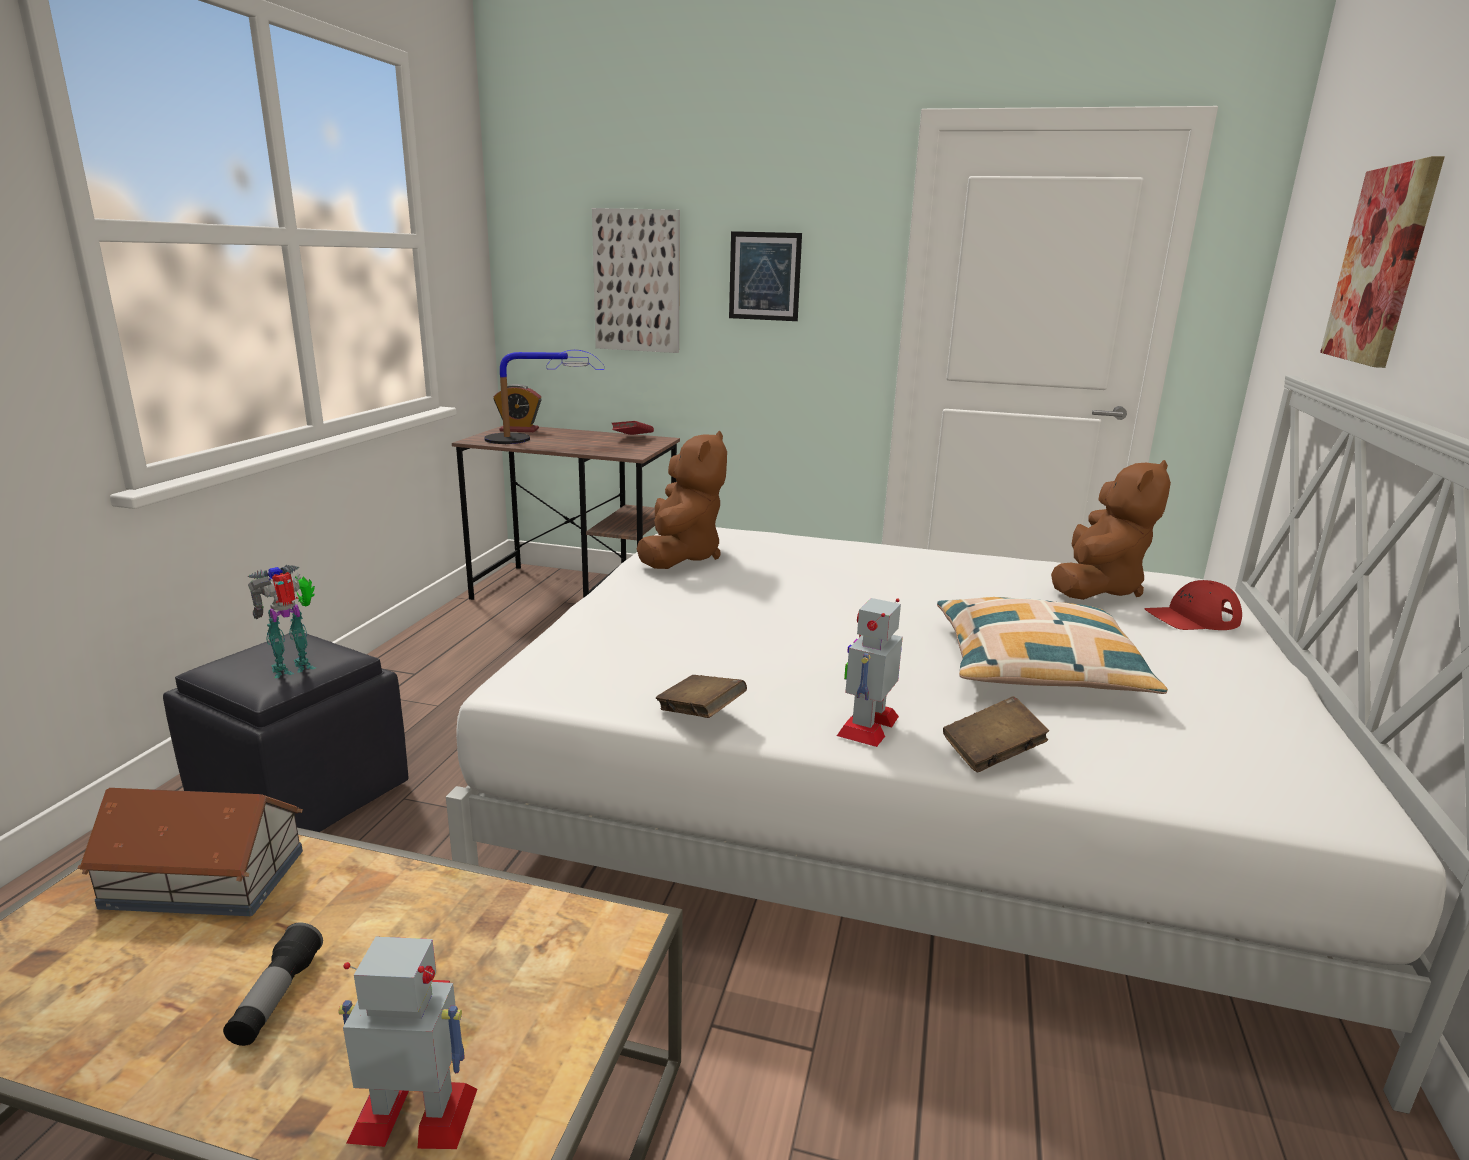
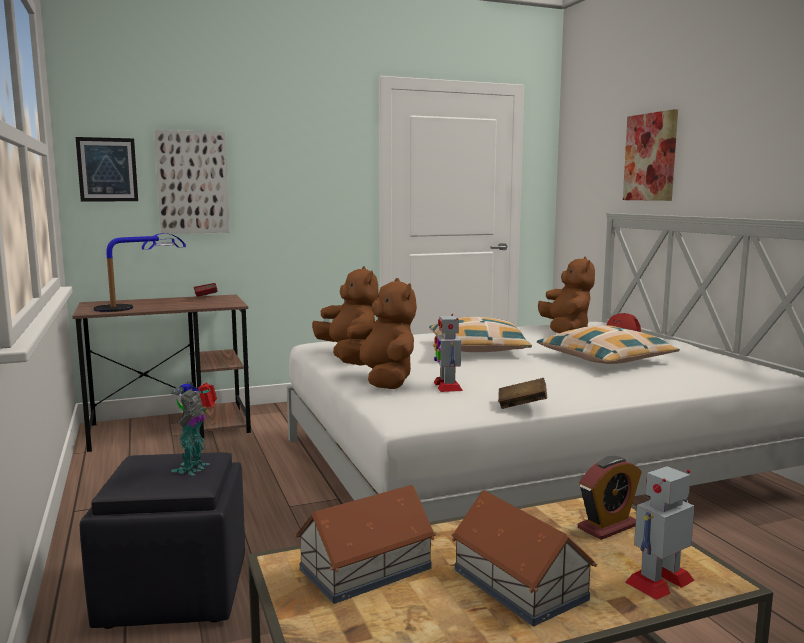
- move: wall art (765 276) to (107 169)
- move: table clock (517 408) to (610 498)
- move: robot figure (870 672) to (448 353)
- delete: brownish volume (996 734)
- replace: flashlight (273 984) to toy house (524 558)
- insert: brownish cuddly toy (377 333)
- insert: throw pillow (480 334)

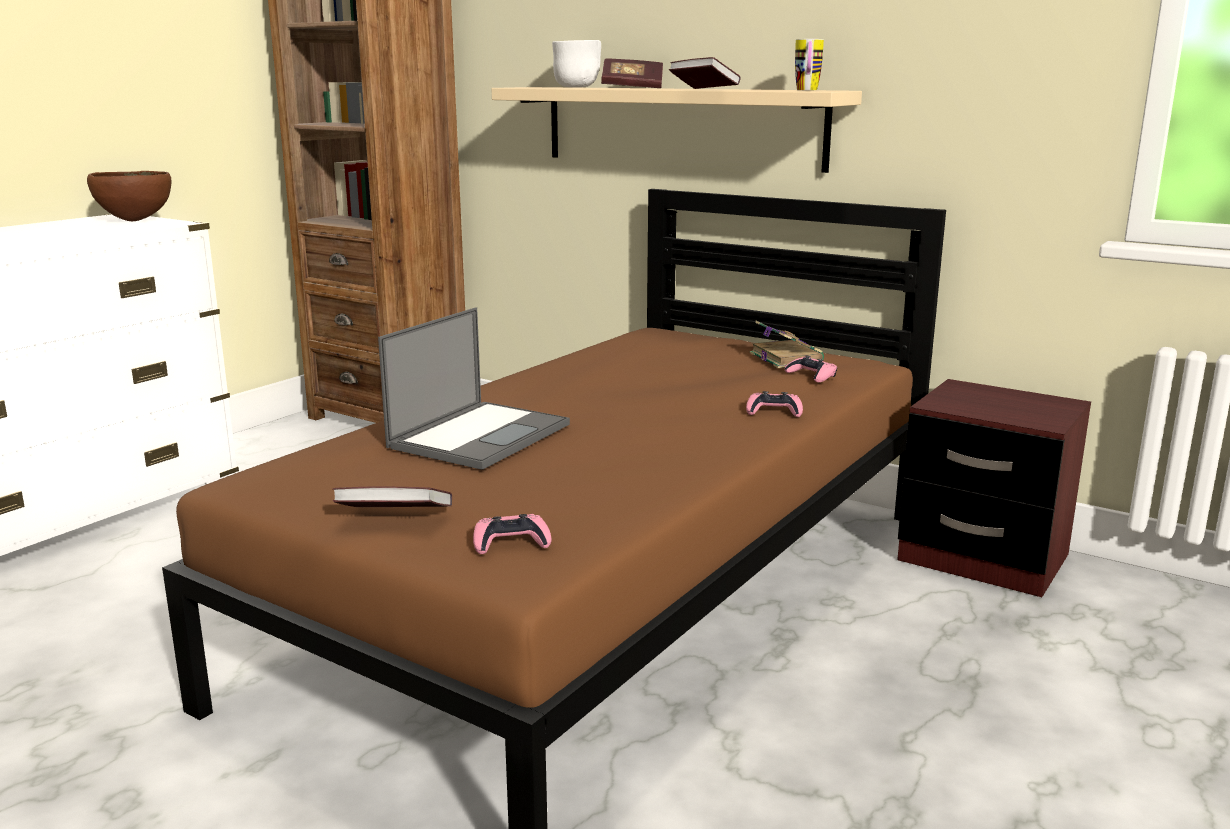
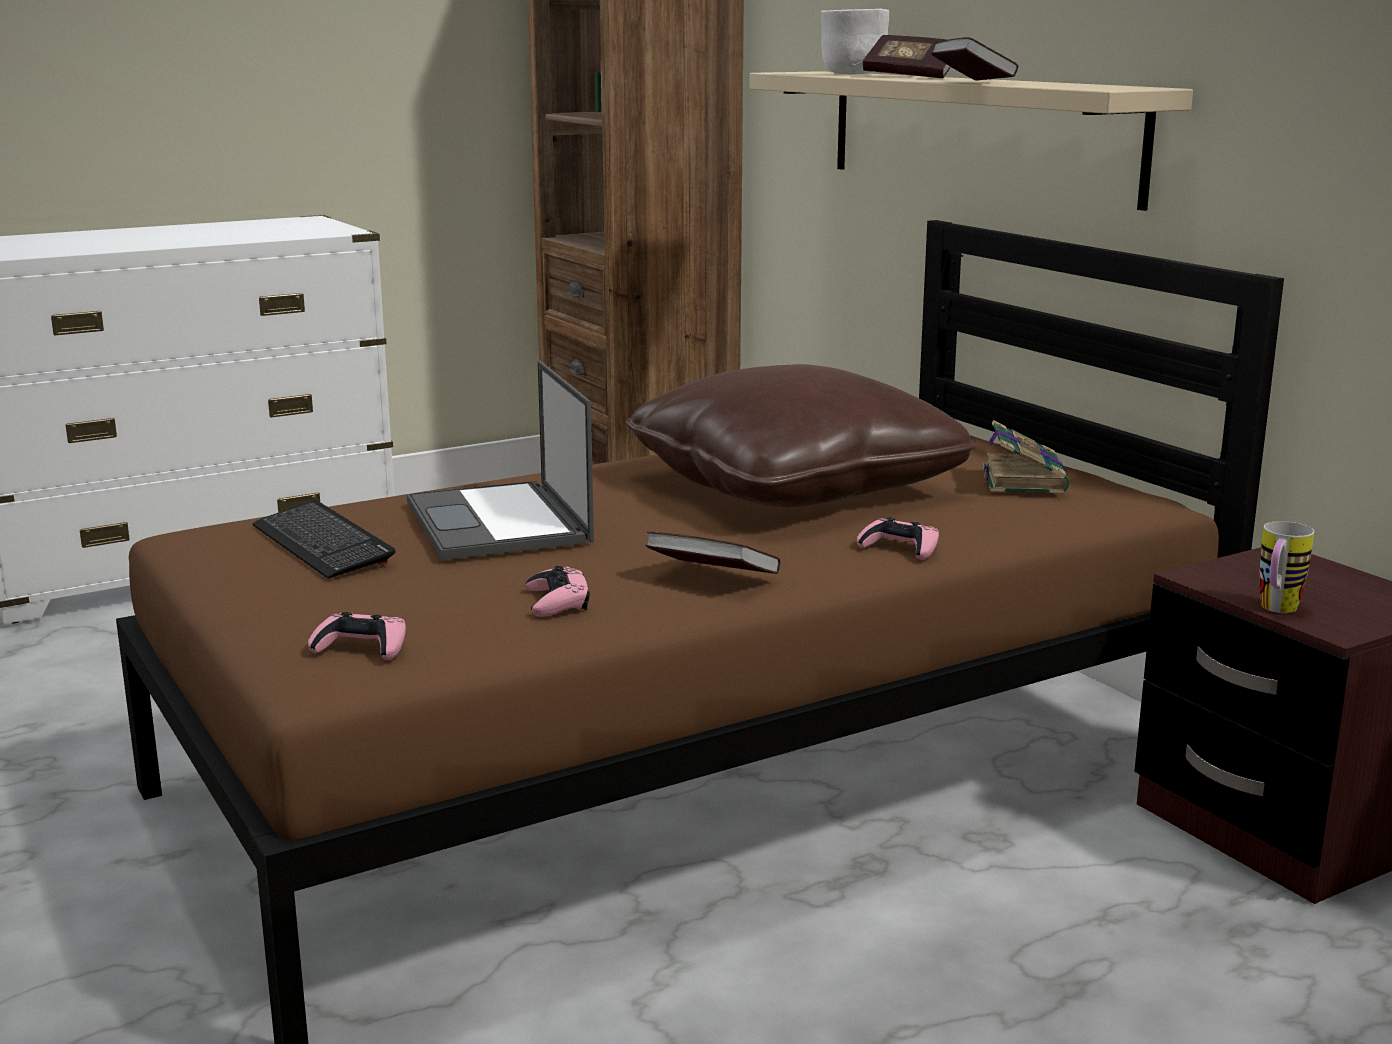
- move: tea mug (809 64) to (1286 567)
- delete: brownish deep dish (129 196)
- rotate: laptop (474 388) = (500 460) 105 degrees clockwise
- move: pinkish gamepad (811 369) to (557 591)
- move: volume (392 496) to (713 553)
- insert: brownish throw pillow (801 435)
- insert: PC keyboard (323 540)

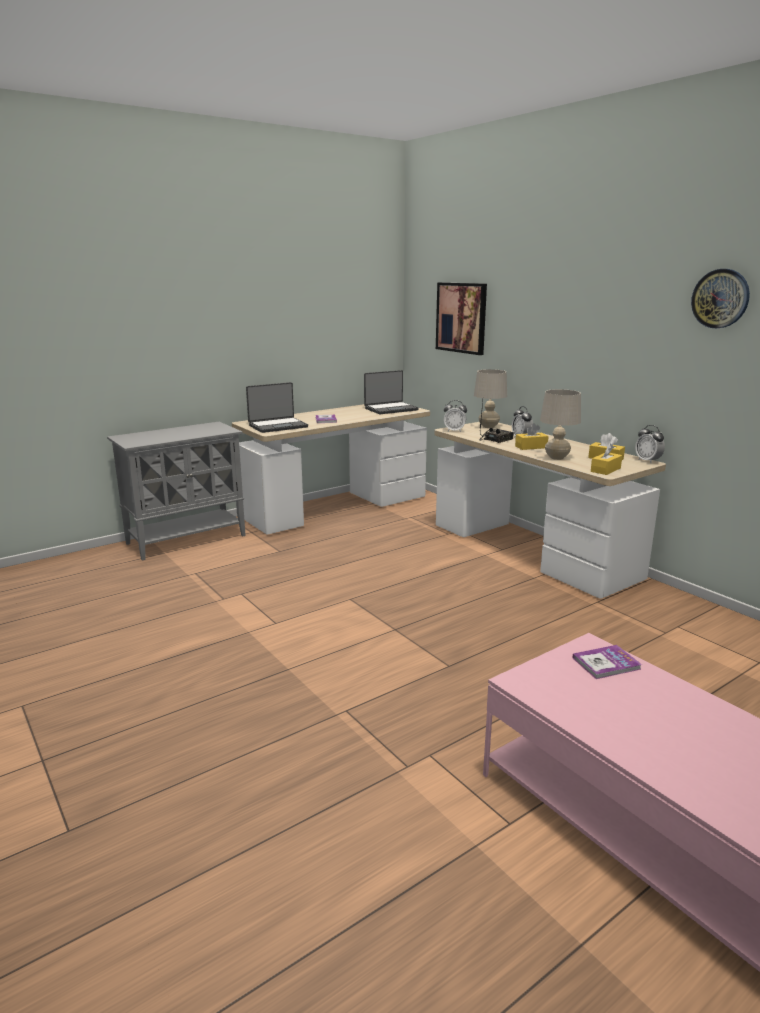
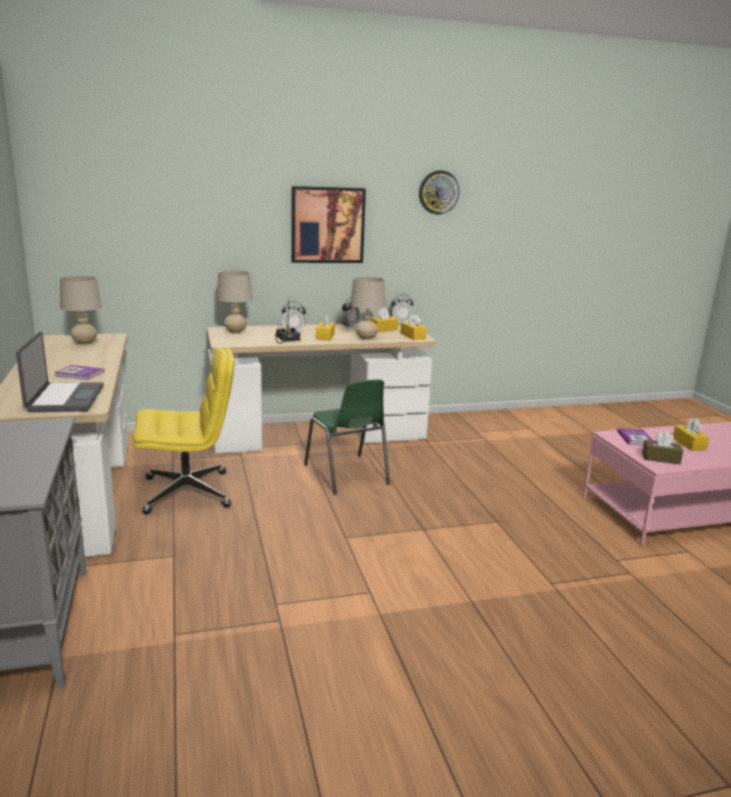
- move: wall art (461 318) to (328 224)
- replace: laptop (391 392) to beige-coloured tabletop lamp (81 310)
- move: table clock (455 416) to (350 313)
- insert: yellowish desk chair (183 431)
- insert: greenish chair (347 437)
- insert: yellowish tissue holder (691 434)
- insert: brownish tissue holder (662 447)

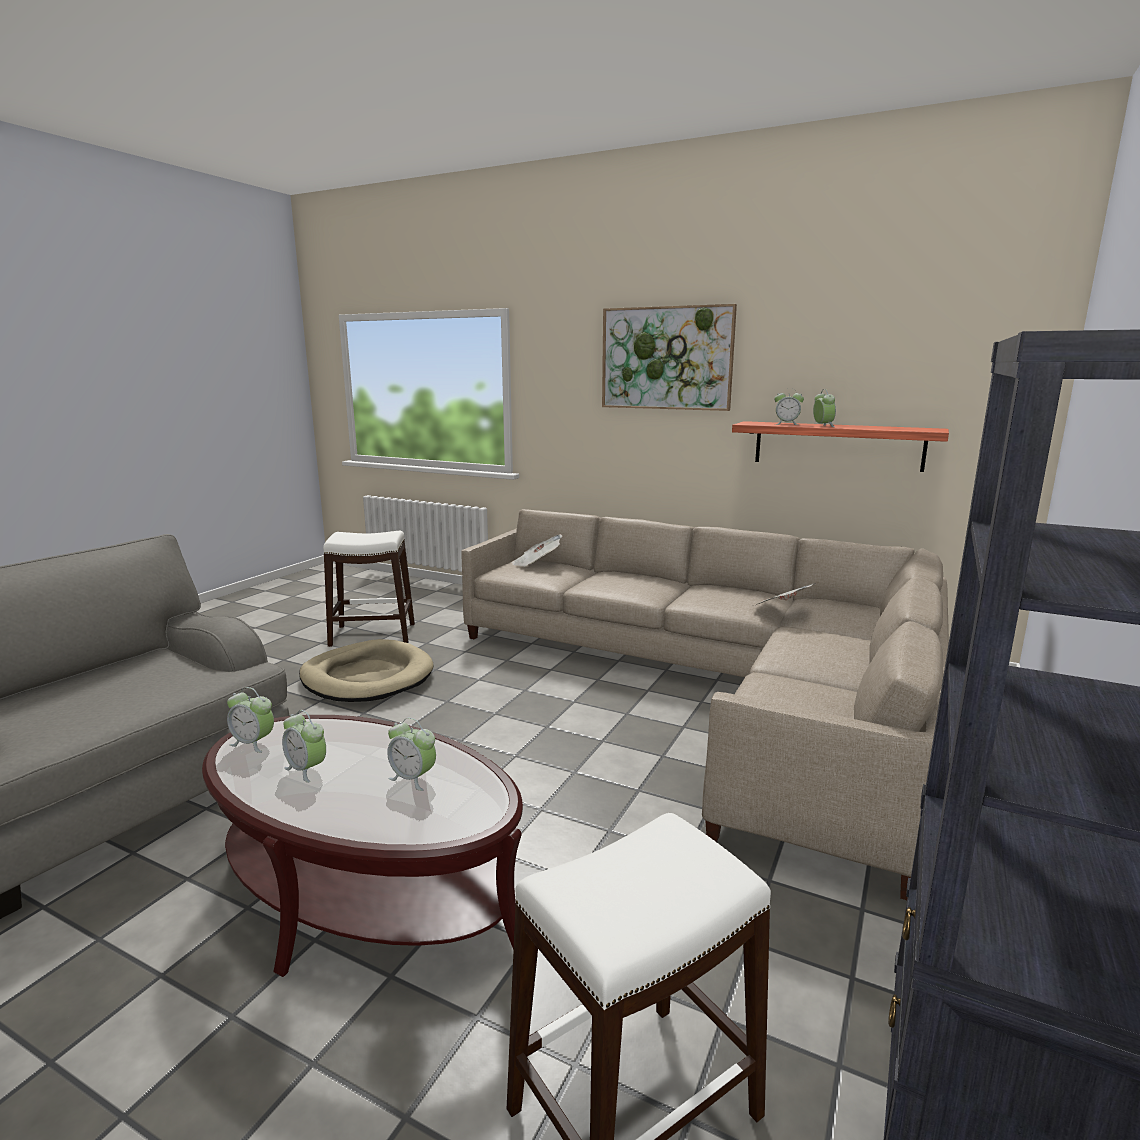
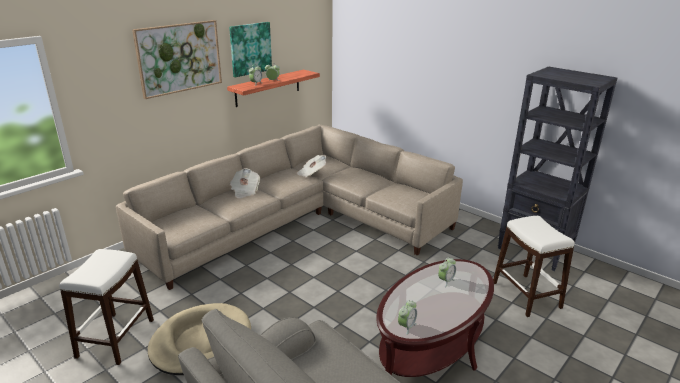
- move: newspaper (537 550) to (245 183)
- delete: table clock (304 746)
- insert: wall art (250 49)

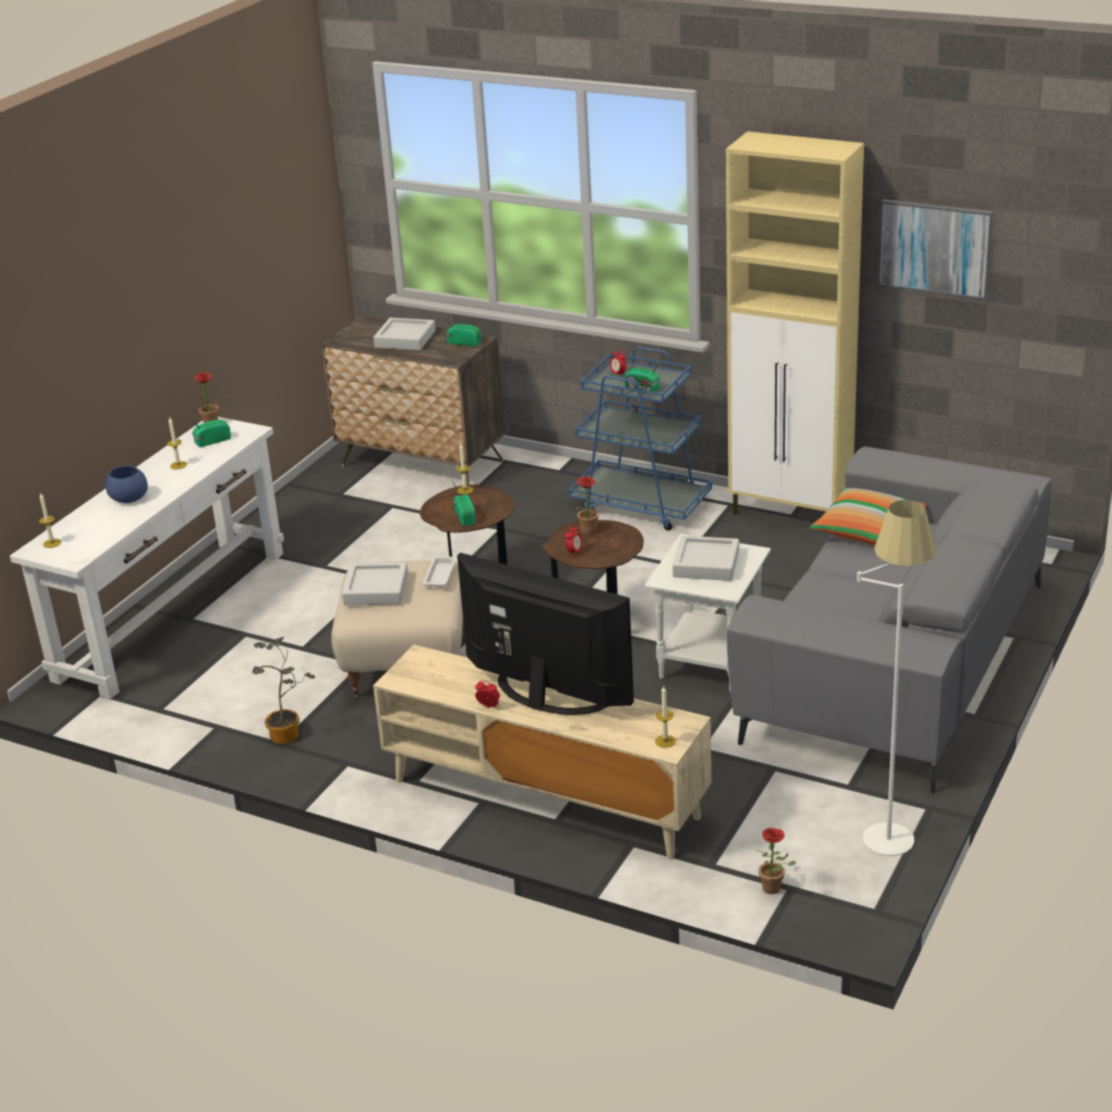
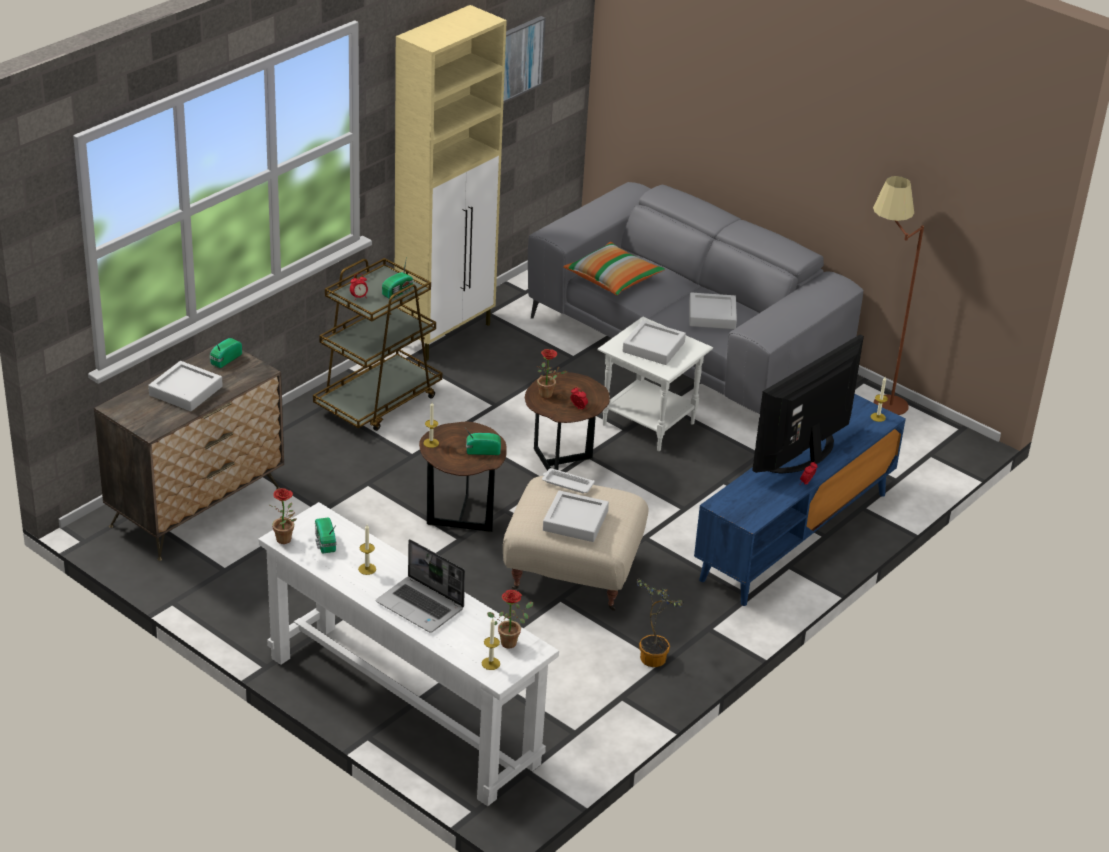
- recolor: blue trolley (640 439) to brownish trolley (377 344)
- replace: blue deep dish (126 484) to laptop (420 586)
- recolor: whitish standing lamp (896 678) to brownish standing lamp (898 295)
- recolor: beige-coloured media console (542 752) to blue media console (800 500)
- move: houseplant (776 861) to (510 619)
- insert: gray serving tray (713 310)

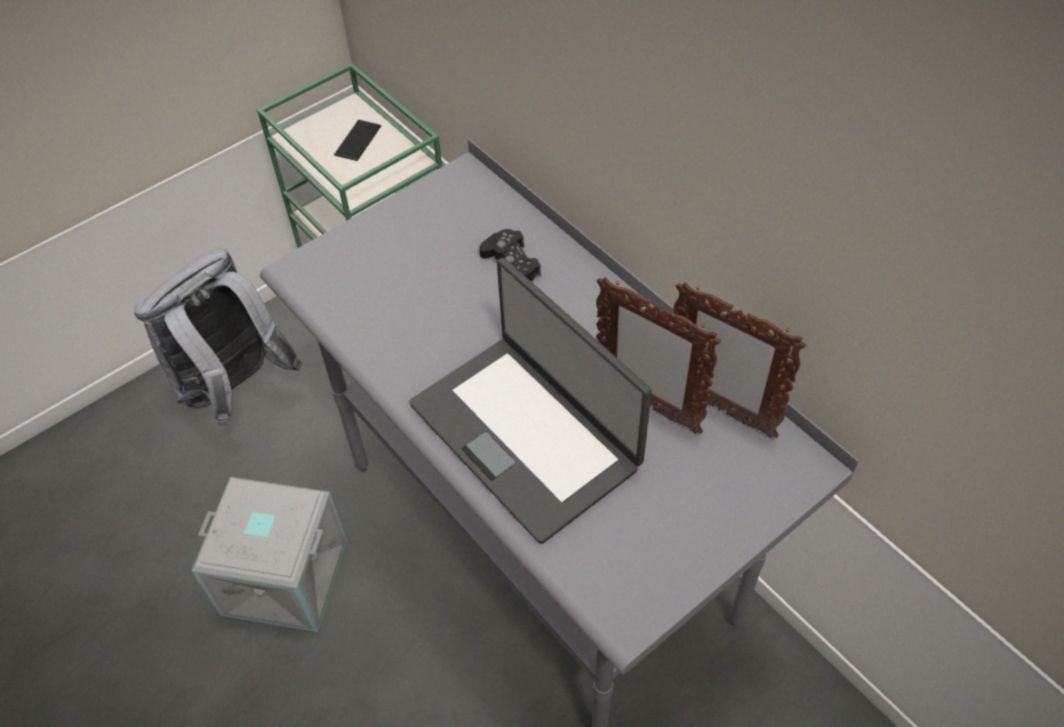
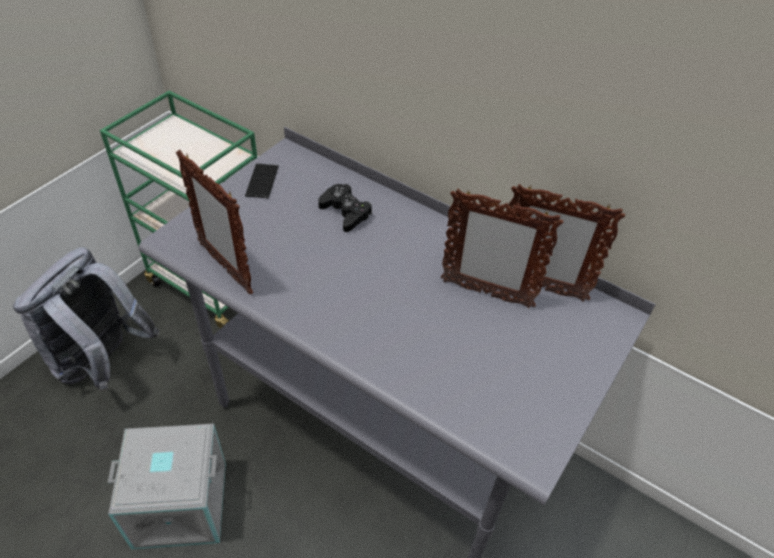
- move: phone (357 140) to (262 181)
- delete: laptop (530 401)
- insert: picture frame (214 222)

